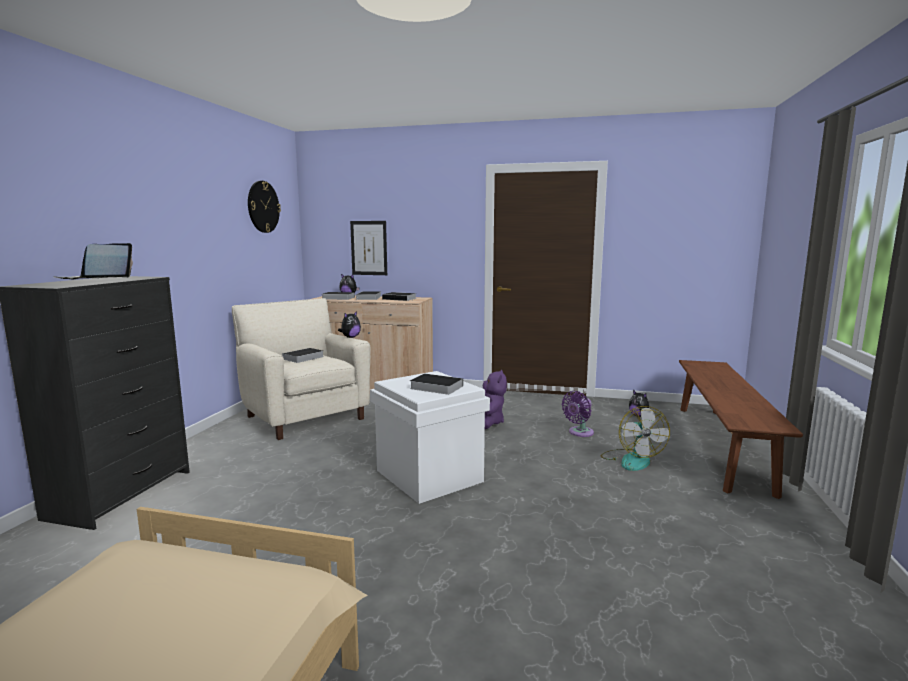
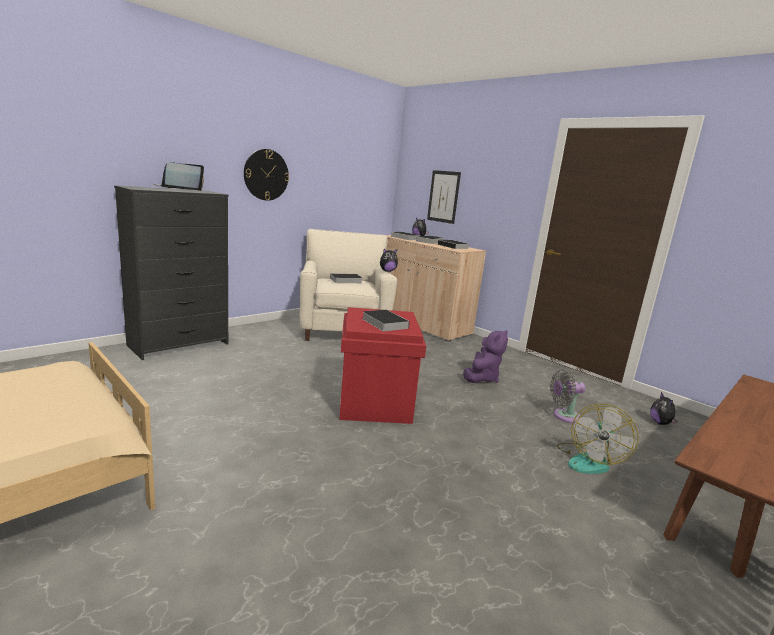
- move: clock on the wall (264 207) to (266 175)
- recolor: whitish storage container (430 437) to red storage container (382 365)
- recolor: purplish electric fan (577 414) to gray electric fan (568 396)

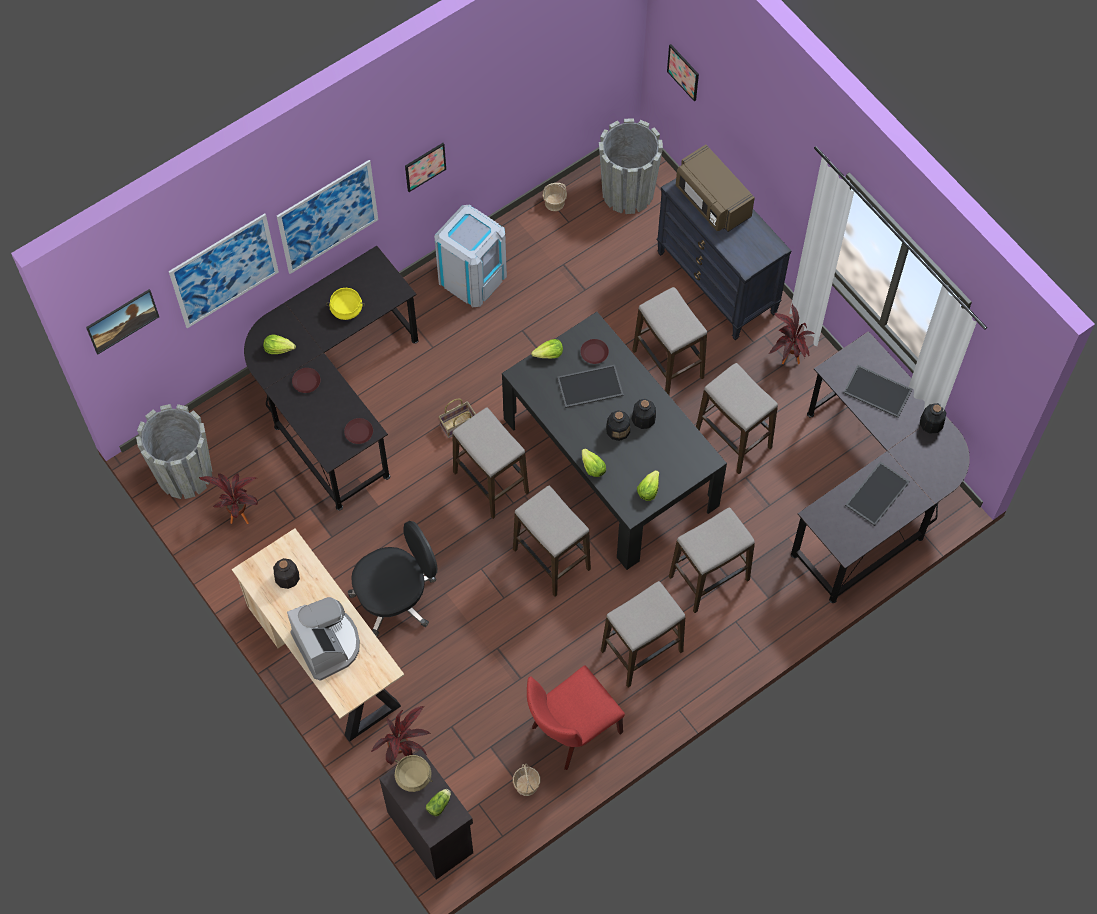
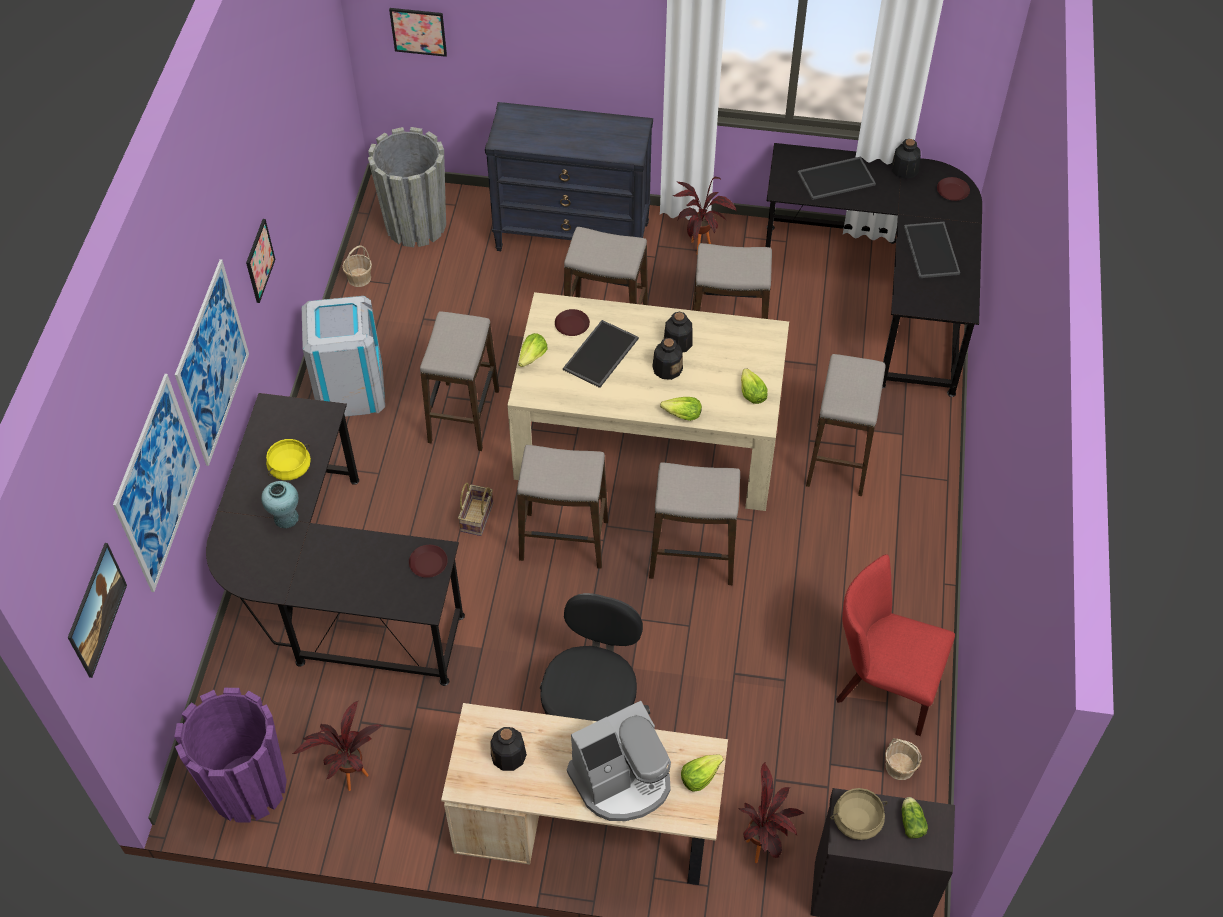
- delete: brownish microwave (715 188)
- recolor: blackish kitchen table (614 441) to beige-coloured kitchen table (648 401)
- move: lettuce head (279 344) to (702 773)
- move: brownish dinner plate (306 380) to (953 189)
- recolor: gray flower pot (174 451) to purplish flower pot (230 755)
- move: stool (643 634) to (459 381)
- rotate: coffee machine (323 639) = (619 761) 135 degrees clockwise
- rotate: red chair (576 717) = (895 645) 105 degrees clockwise
- insert: blue-green flower vase (280 504)

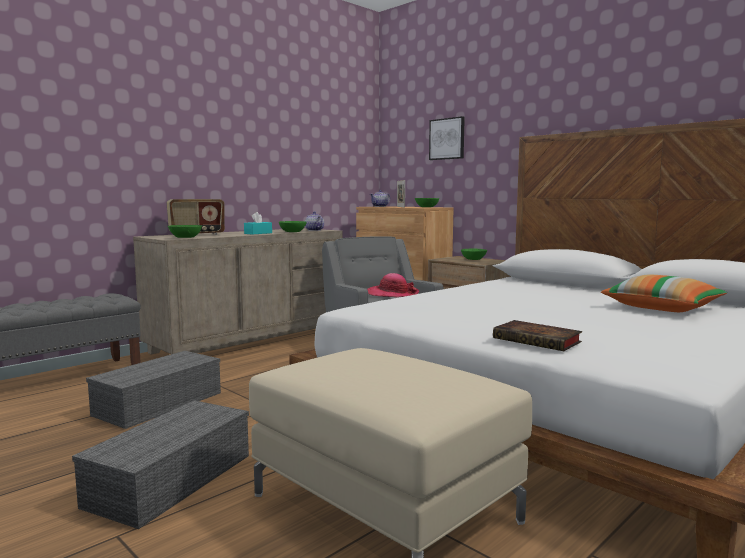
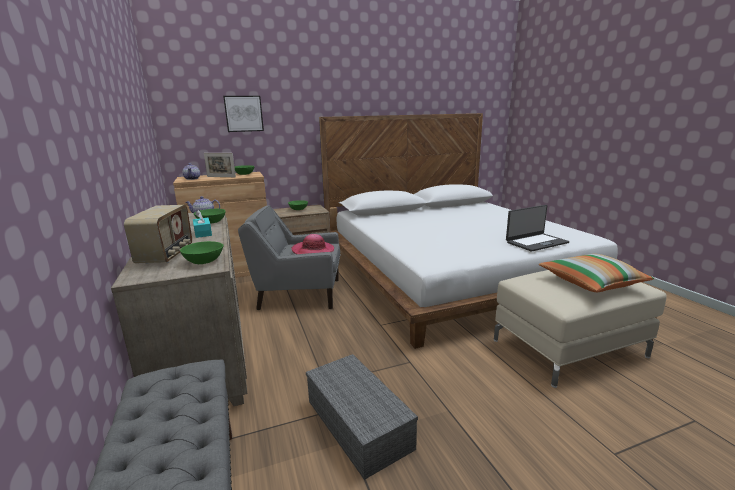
- move: throw pillow (664 293) to (596 273)
- replace: volume (537 335) to laptop (538 228)
- delete: gray storage container (160 464)

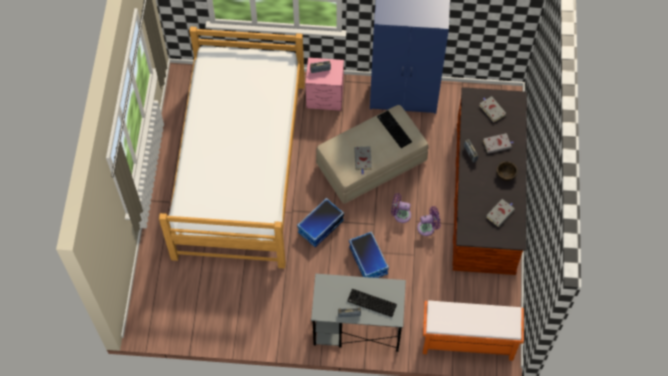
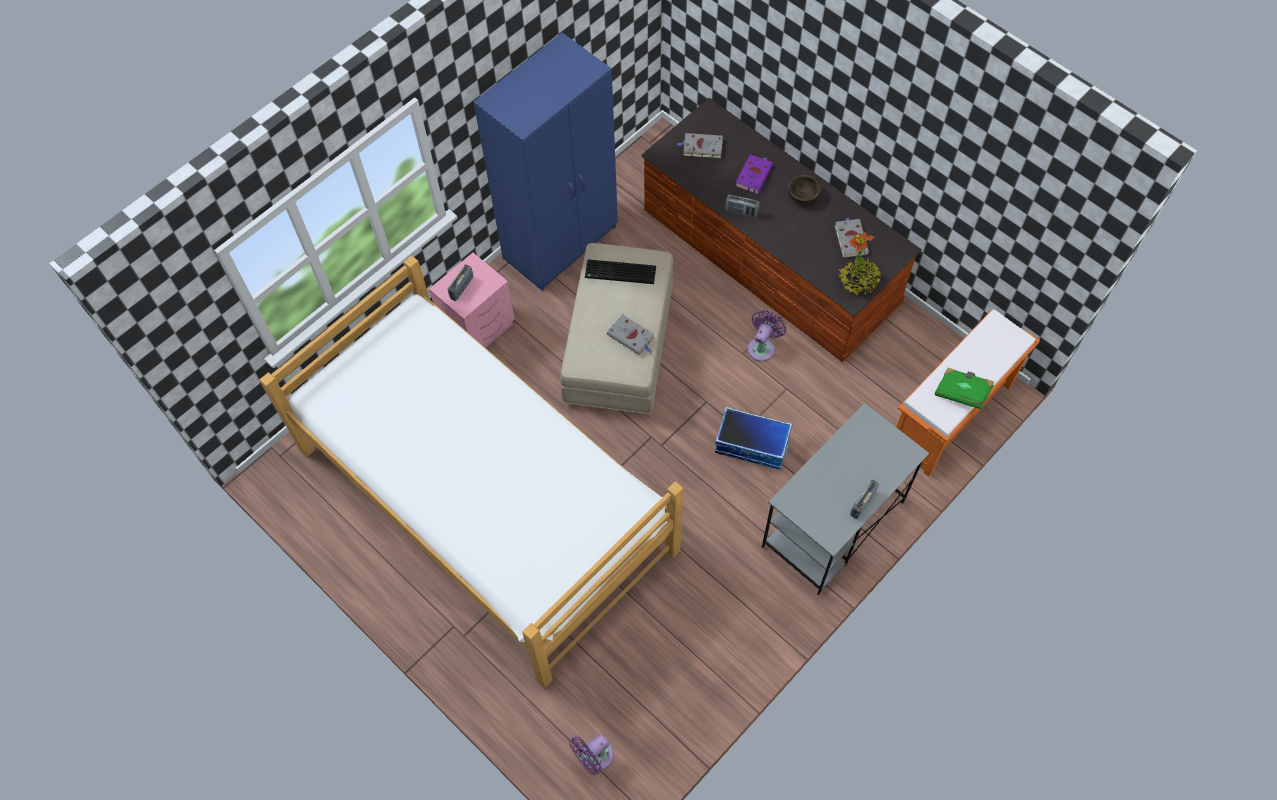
- recolor: gray volume (498 143) to purplish volume (754 174)
- move: purplish electric fan (401 208) to (591 754)
- delete: storage container (320 223)
- delete: PC keyboard (372 303)
- insert: houseplant (860 263)
- insert: greenish volume (964 388)

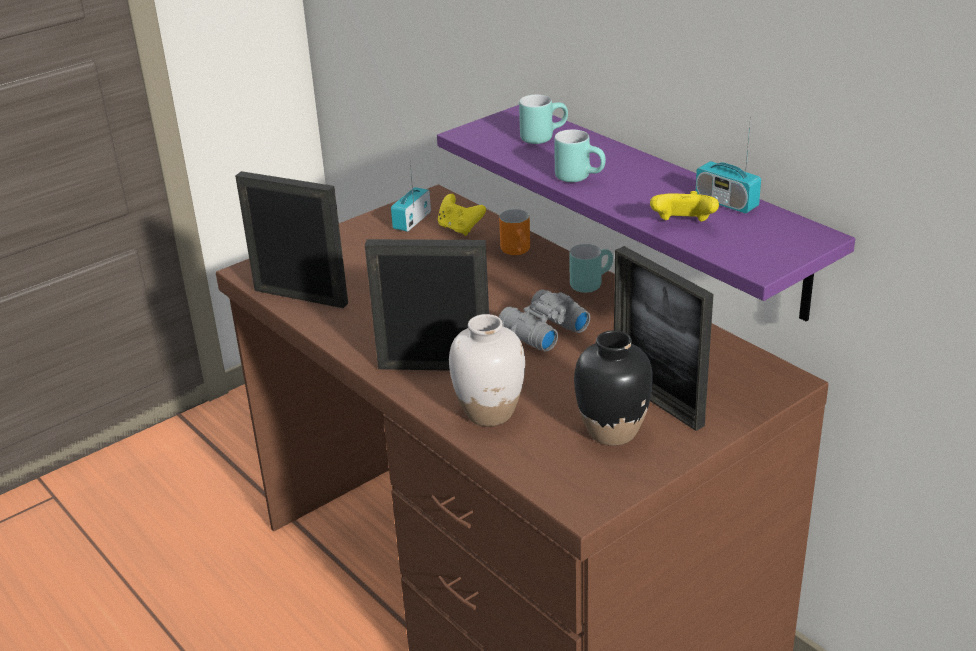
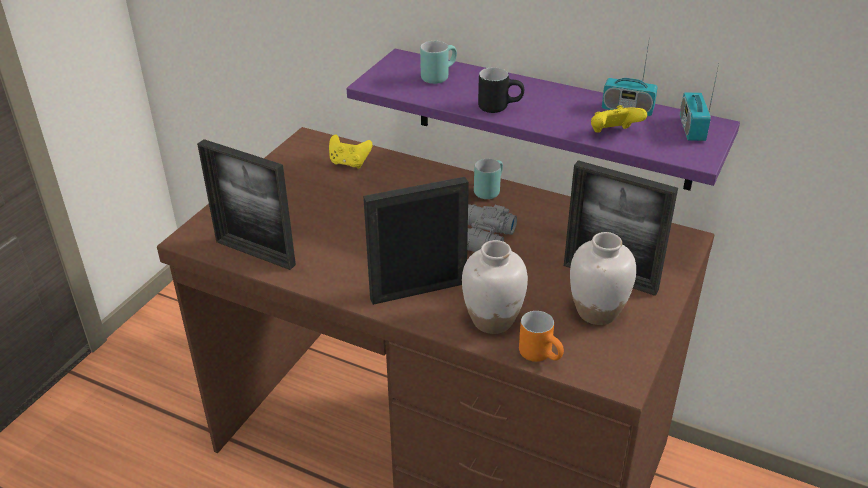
- recolor: blue-green tea mug (580 155) to blackish tea mug (501 90)
- move: radio receiver (411 198) to (699 102)
- rotate: picture frame (291 239) = (246 204) 150 degrees counterclockwise
- move: orangey tea mug (514 232) to (541 336)
- recolor: blackish flower vase (613 388) to whitish flower vase (603 278)

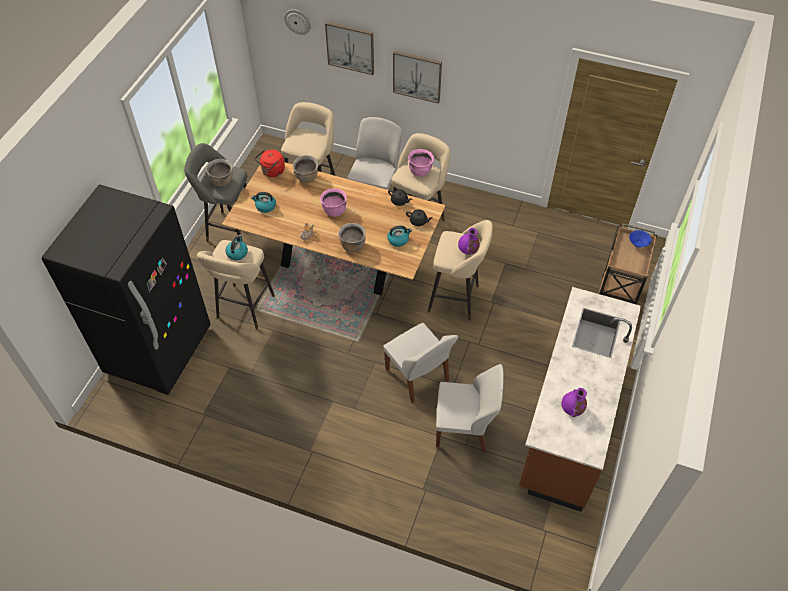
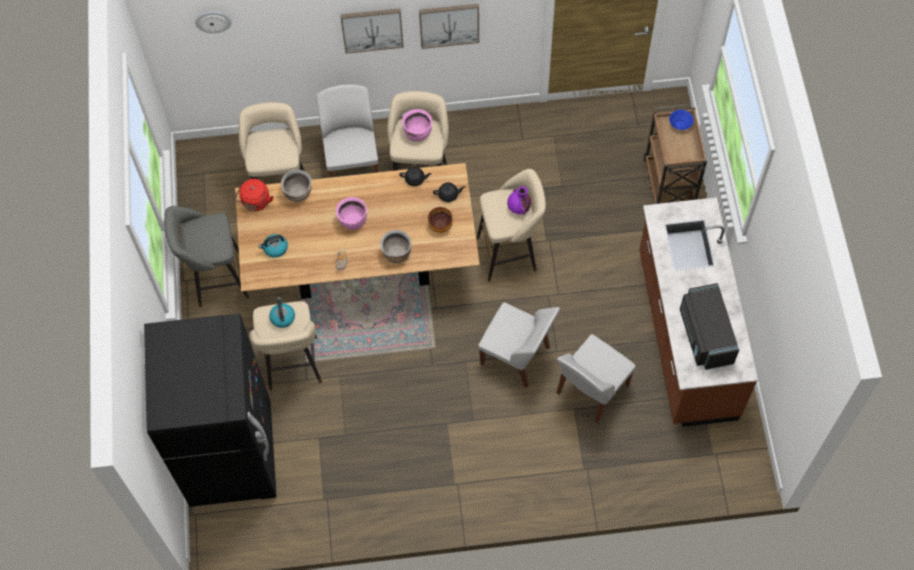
- move: wall art (349 48) to (449 26)
- delete: brownish cooking pot (219 172)
- replace: water kettle (399 236) to deep dish (440 220)
- rotate: whitish chair (470 408) = (596 378) 150 degrees clockwise
- replace: purplish flower vase (574 402) to blackish microwave (709 326)

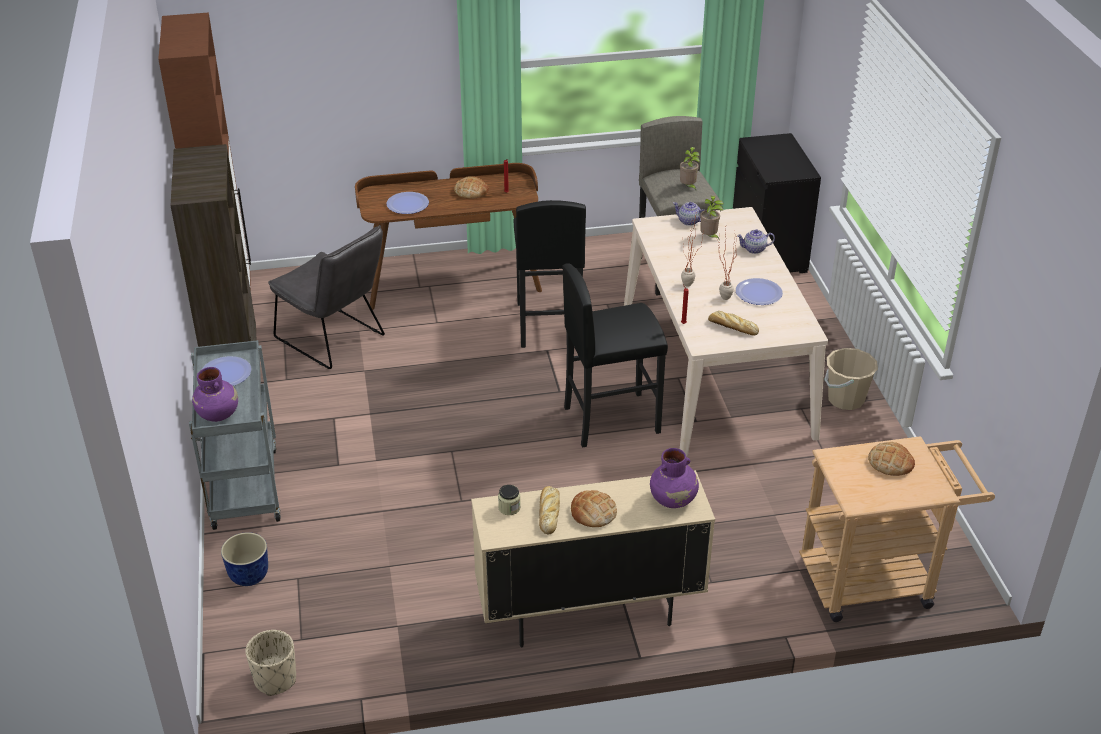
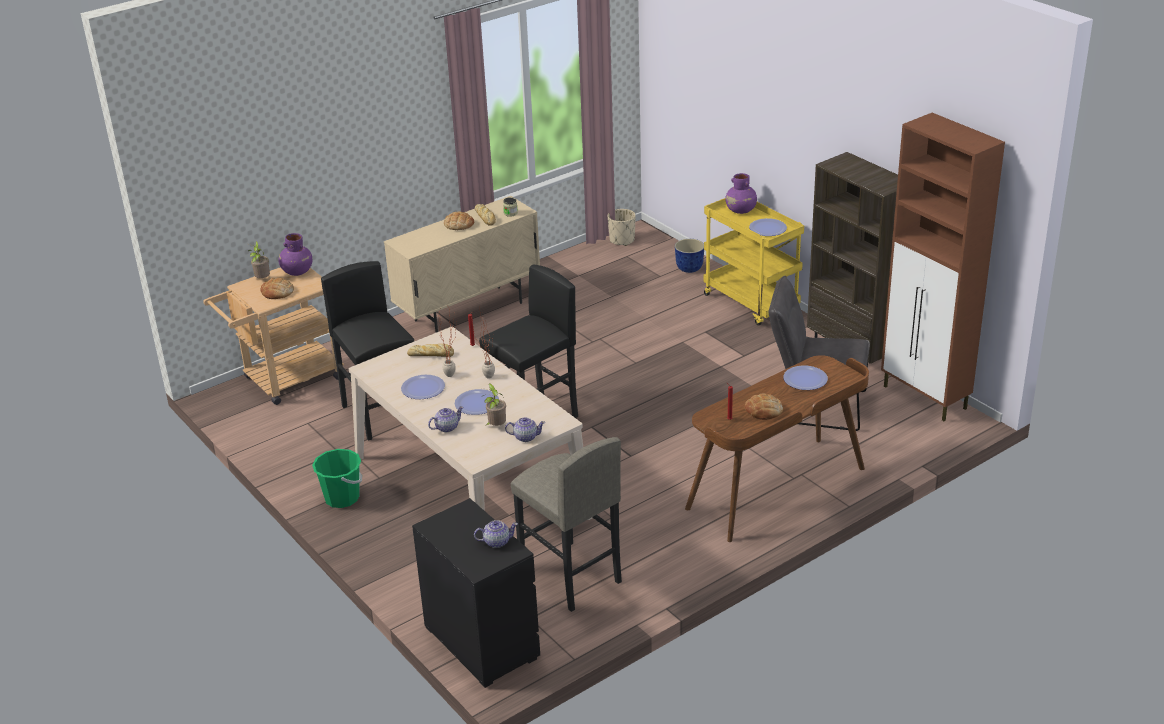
- move: houseplant (690 168) to (259 259)
- move: blackish stool (549 274) to (367 350)
- recolor: gray trolley (235 435) to yellowish trolley (754 262)
- recolor: beige-coloured pail (851 379) to greenish pail (337 478)
- move: purplish flower vase (674 478) to (295 254)
- insert: dinner plate (477 402)
- insert: tea pot (496 534)

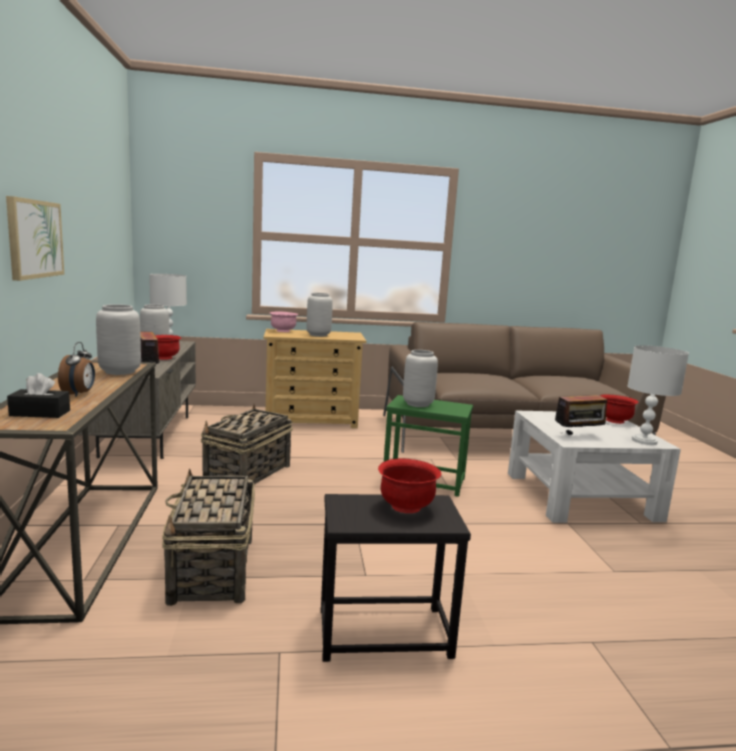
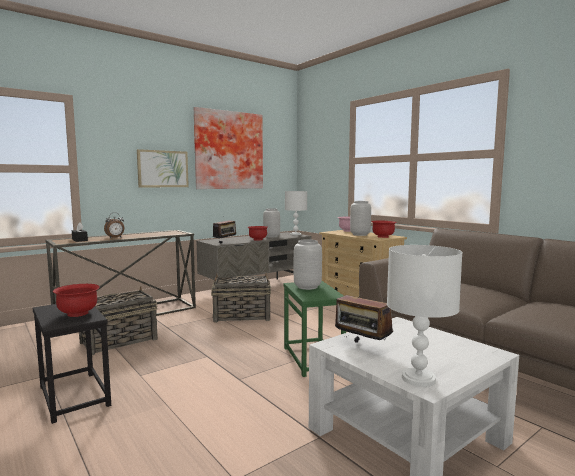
- delete: gray flower vase (118 339)
- move: red deep dish (619 409) to (384 229)
- insert: wall art (228 148)

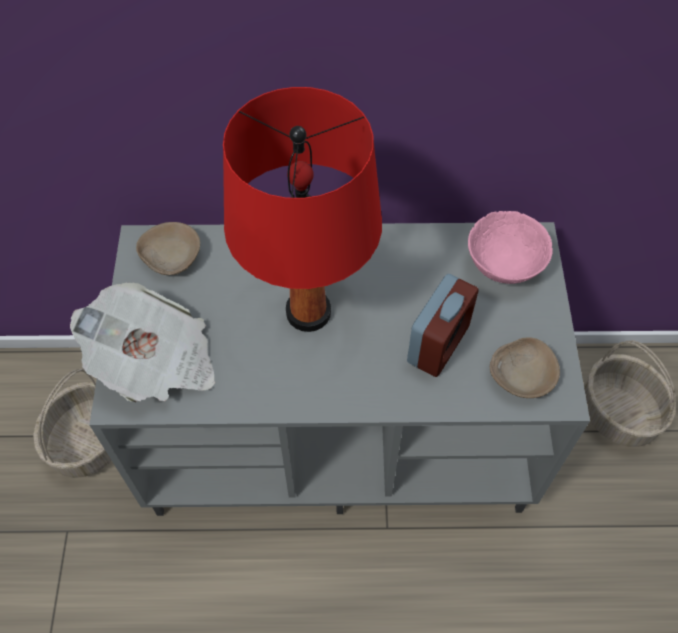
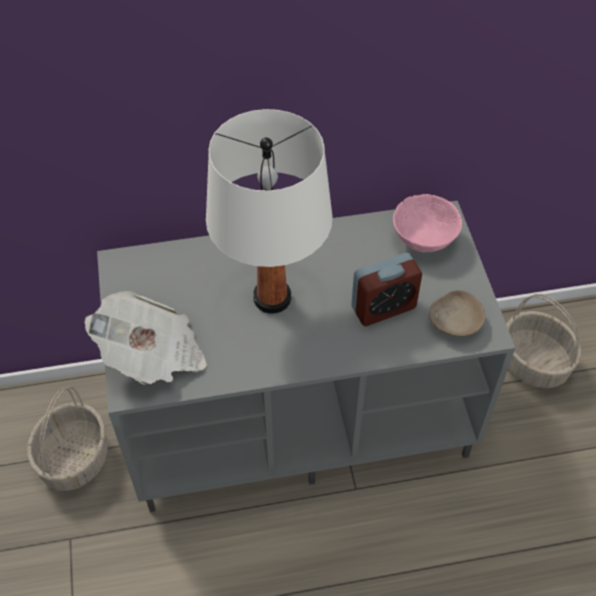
- recolor: red tabletop lamp (302 209) to whitish tabletop lamp (269 211)
- delete: beige-coloured deep dish (168 248)
- rotate: table clock (443 325) = (386 289) 45 degrees clockwise

